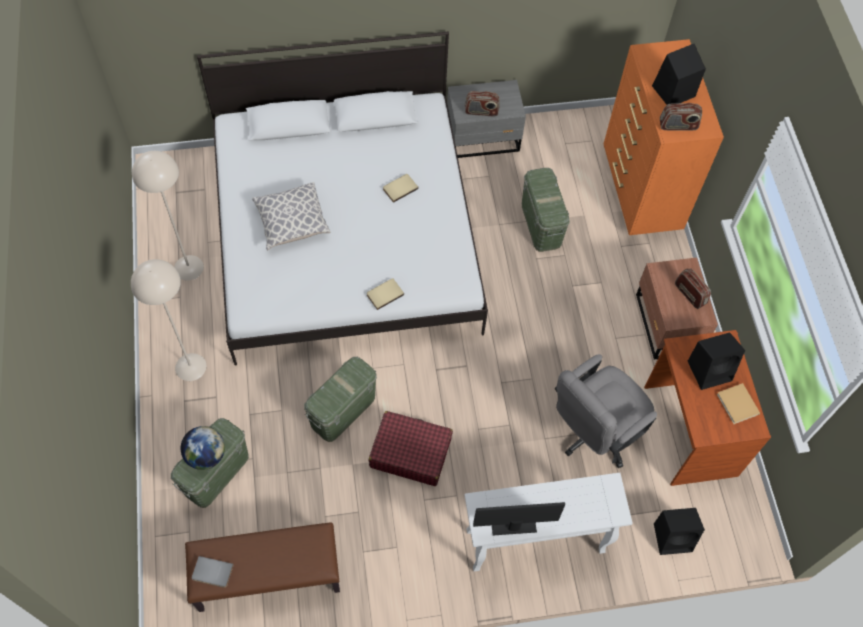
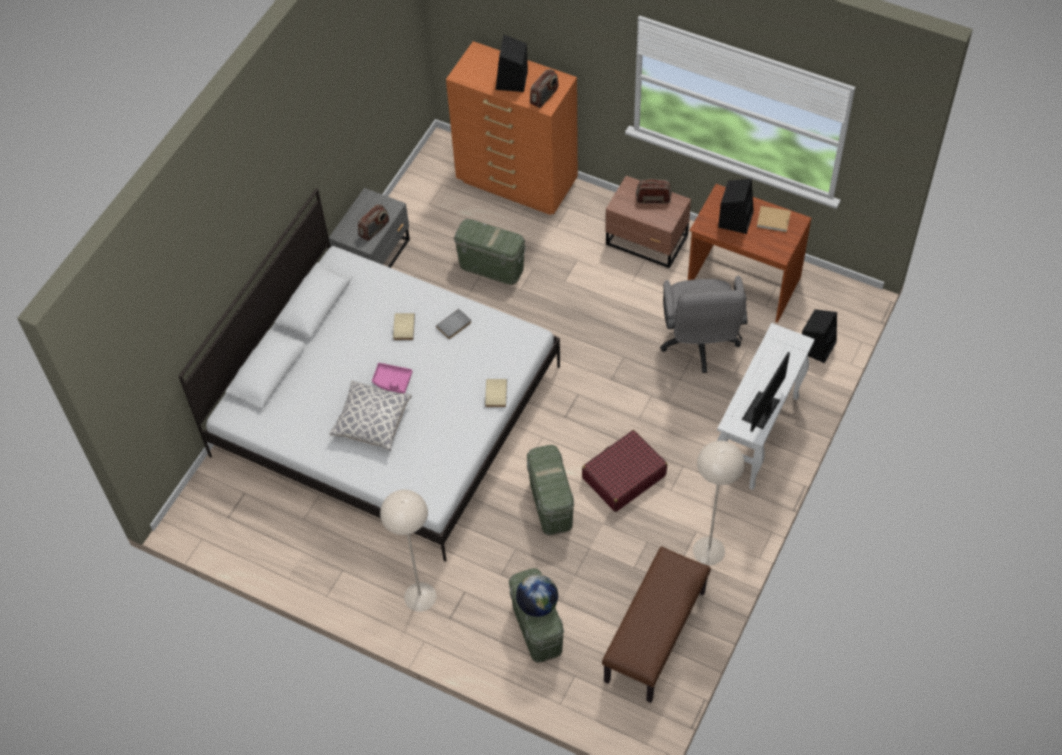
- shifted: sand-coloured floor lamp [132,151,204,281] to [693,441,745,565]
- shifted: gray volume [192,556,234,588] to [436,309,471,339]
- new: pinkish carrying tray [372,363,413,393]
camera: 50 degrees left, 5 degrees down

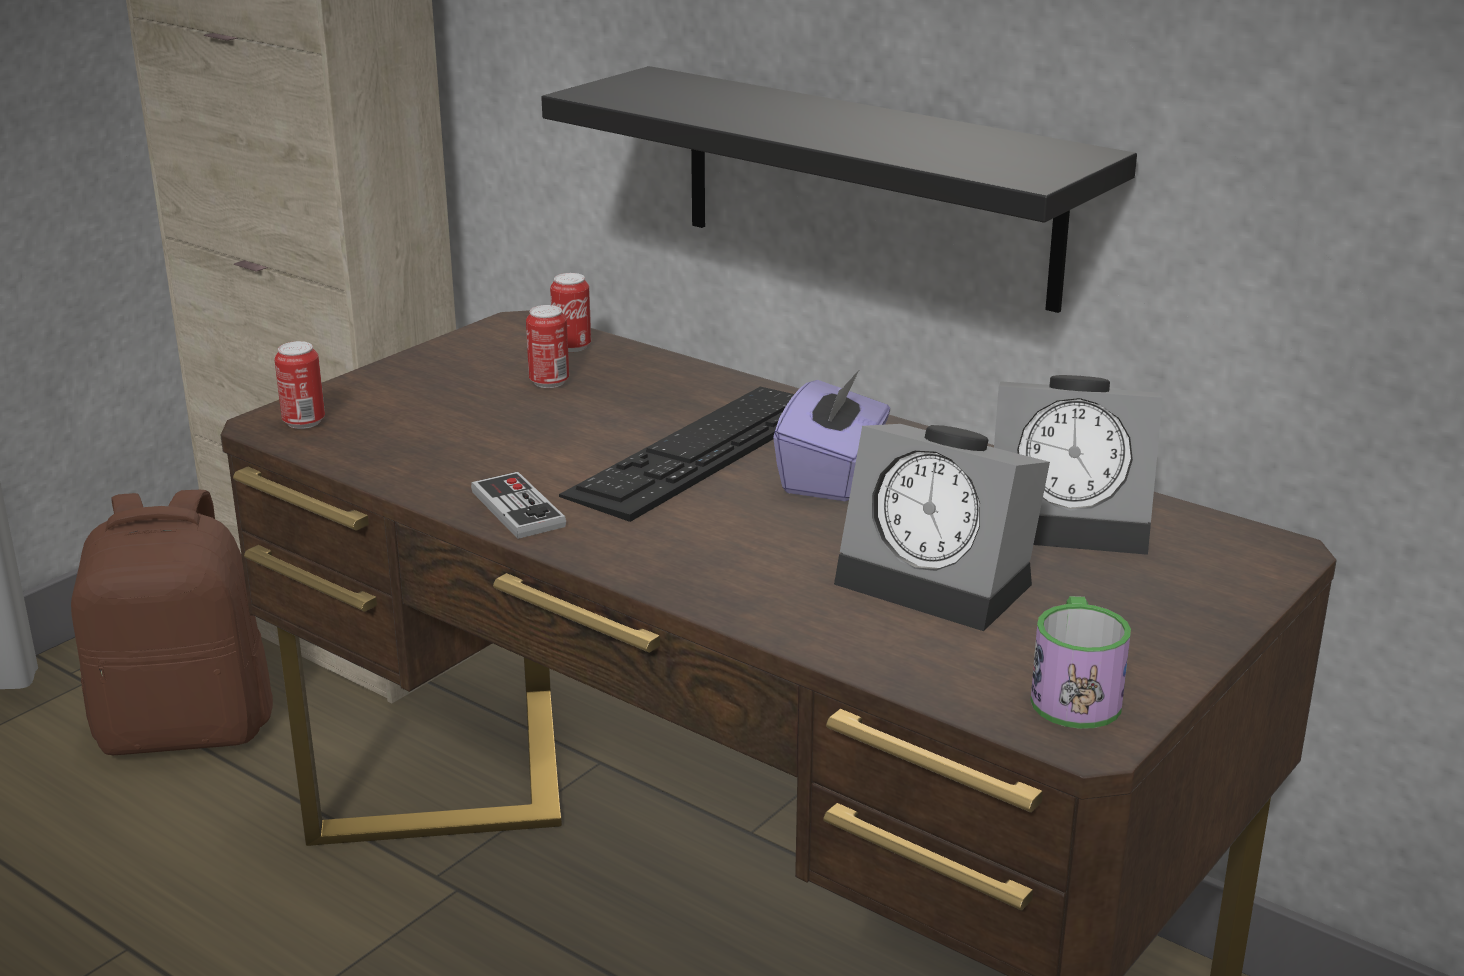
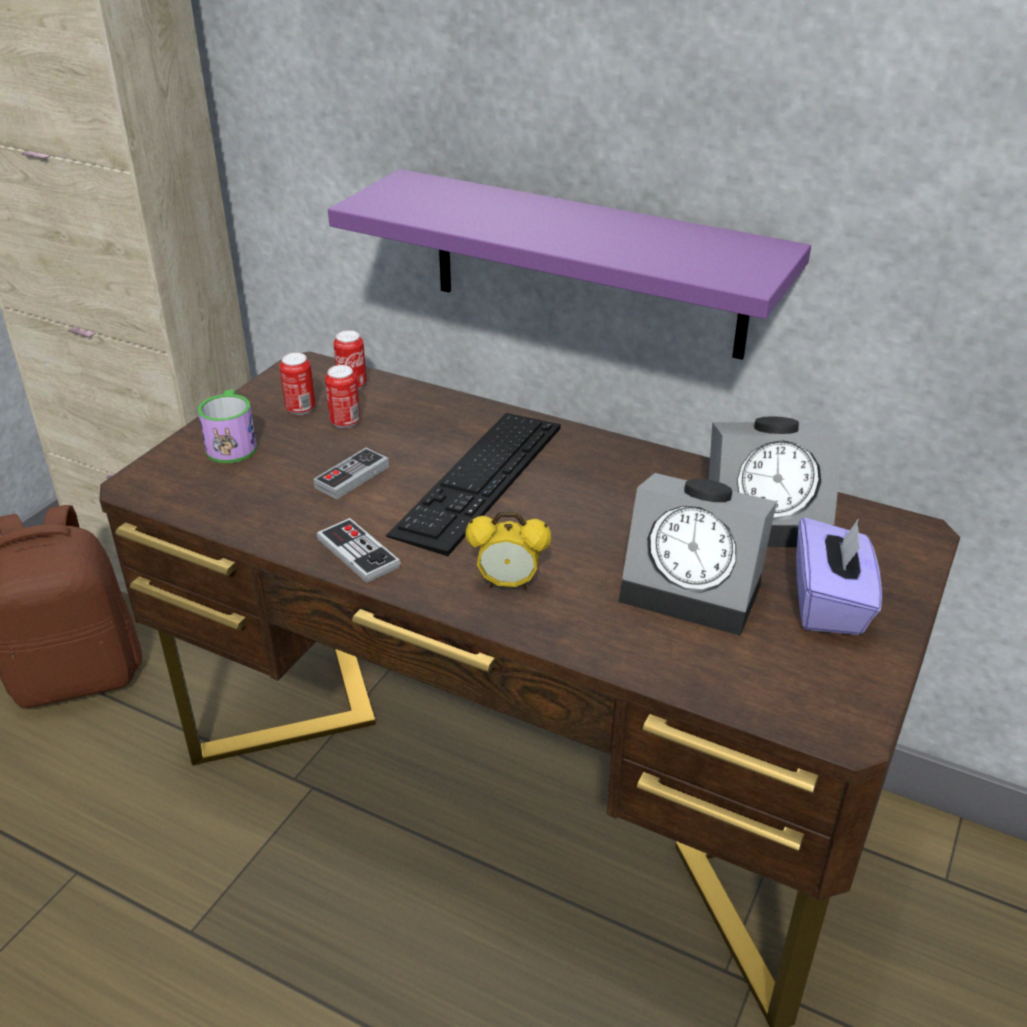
- repainted: black-coloured shelf [541,66,1137,313] to purple shelf [328,169,811,360]
- shifted: sealed can [274,341,325,429] to [279,353,315,415]
- shifted: purple box of tissues [773,369,890,502] to [796,517,882,635]
- shifted: tea mug [1030,596,1131,729] to [198,390,257,463]
- new: gamepad [313,448,389,499]
- new: bedside clock [465,512,551,590]
camera: 10 degrees left, 10 degrees up

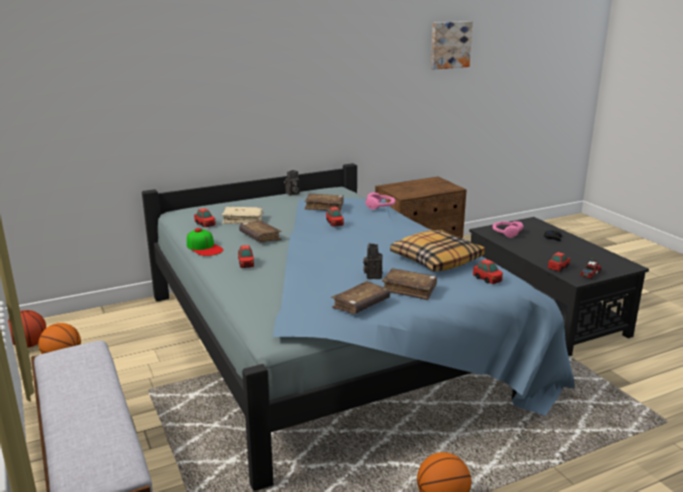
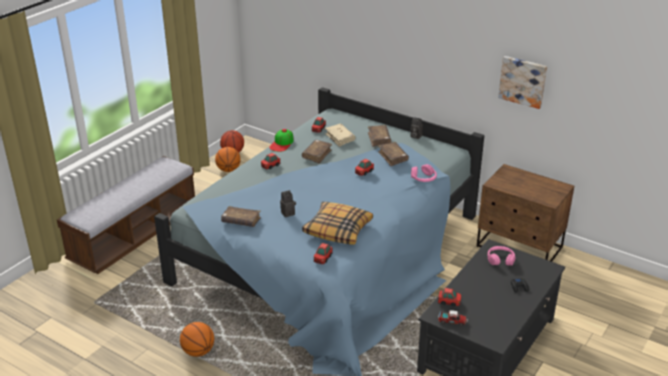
- shifted: wall picture [431,21,473,70] to [498,56,547,109]
- shifted: brownish volume [382,268,437,300] to [368,125,391,147]
camera: 60 degrees right, 10 degrees up

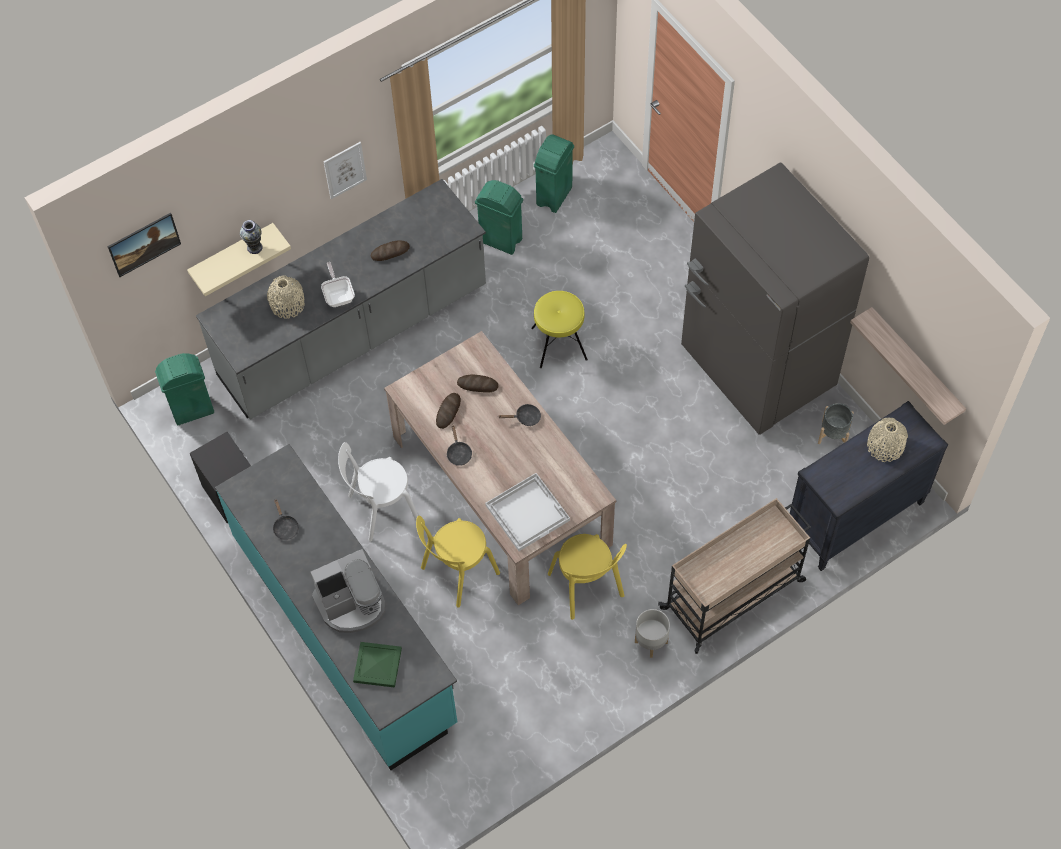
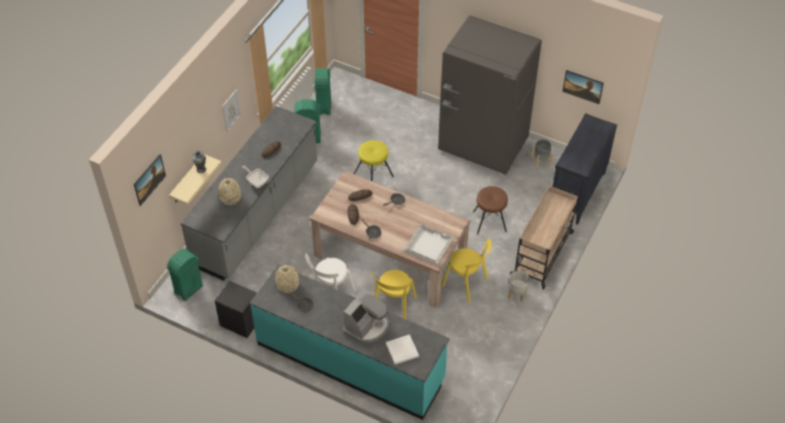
- swapped: shelf [850,307,966,425] to wall picture [562,70,604,104]
- shifted: sand-coloured decorative vase [867,418,908,462] to [275,265,299,293]
- repainted: green-coloured carrying tray [353,642,402,688] to white carrying tray [386,335,419,364]
- new: brownish stool seat [473,186,508,234]
camera: 30 degrees left, 10 degrees down

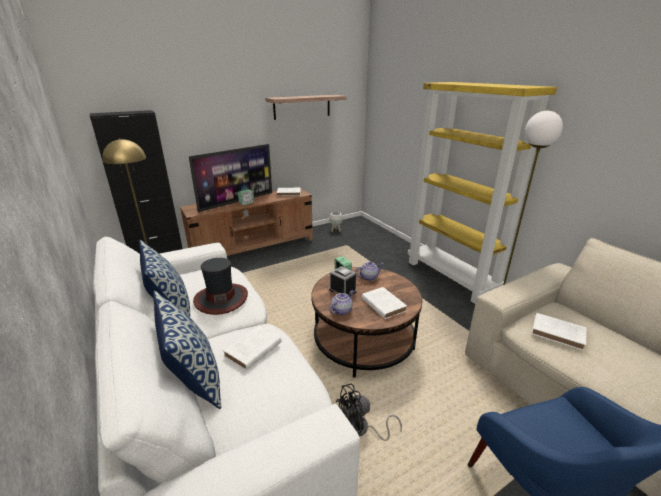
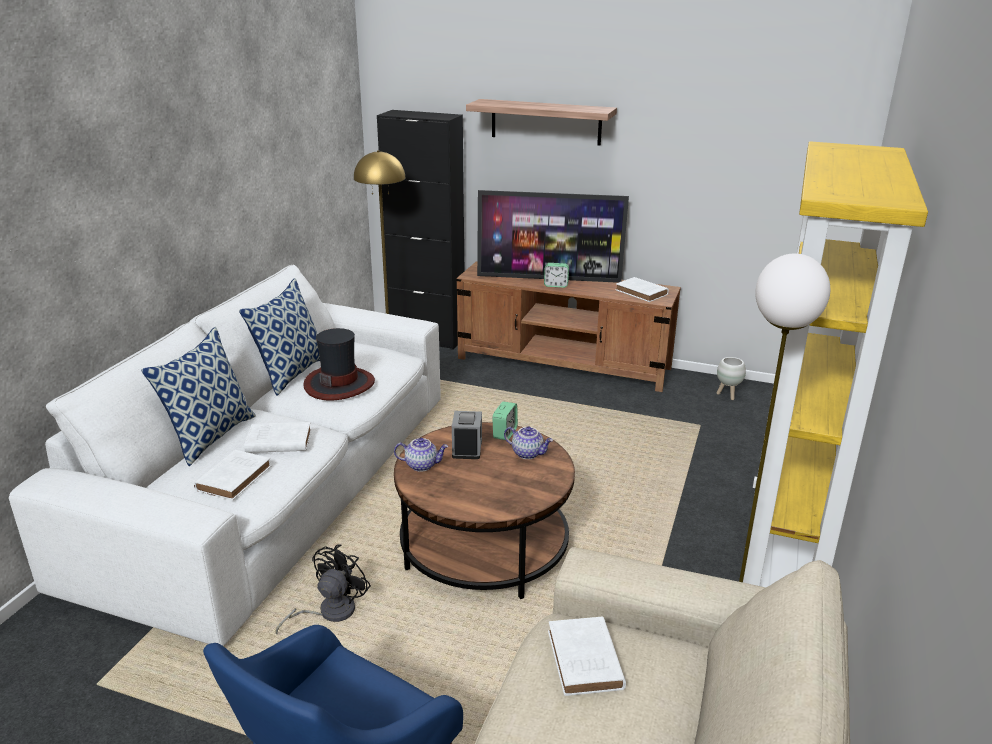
- shifted: shelf [265,95,346,120] to [466,99,617,145]
- shifted: white volume [362,287,407,319] to [194,450,271,500]
- rotated: black-coloured electric fan [336,384,402,441] = [276,544,371,634] 90 degrees clockwise
camera: 50 degrees right, 0 degrees up

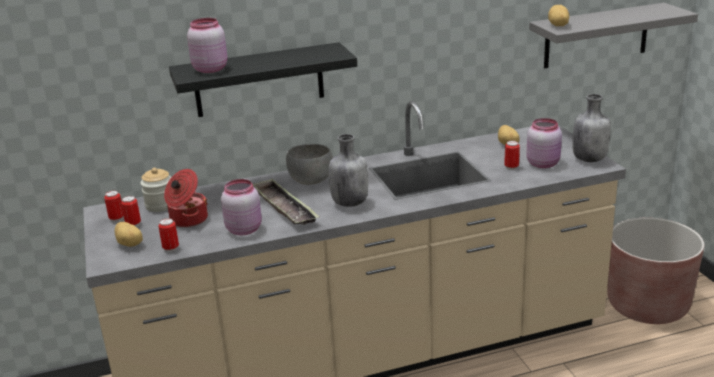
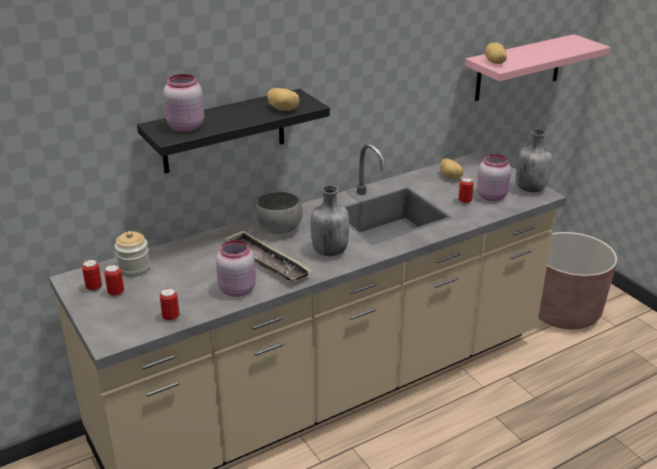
- repainted: gray shelf [529,3,698,68] to pinkish shelf [465,34,611,101]
- gone: cooking pot [164,169,208,228]
- shifted: potato [115,222,143,247] to [267,88,300,111]
camera: 15 degrees left, 5 degrees up

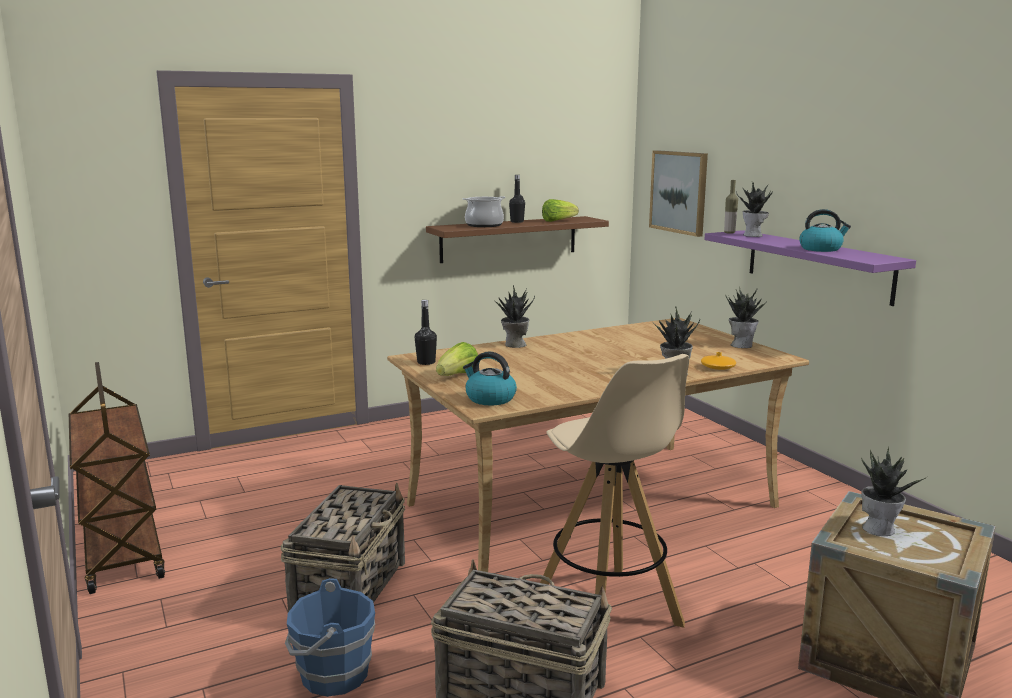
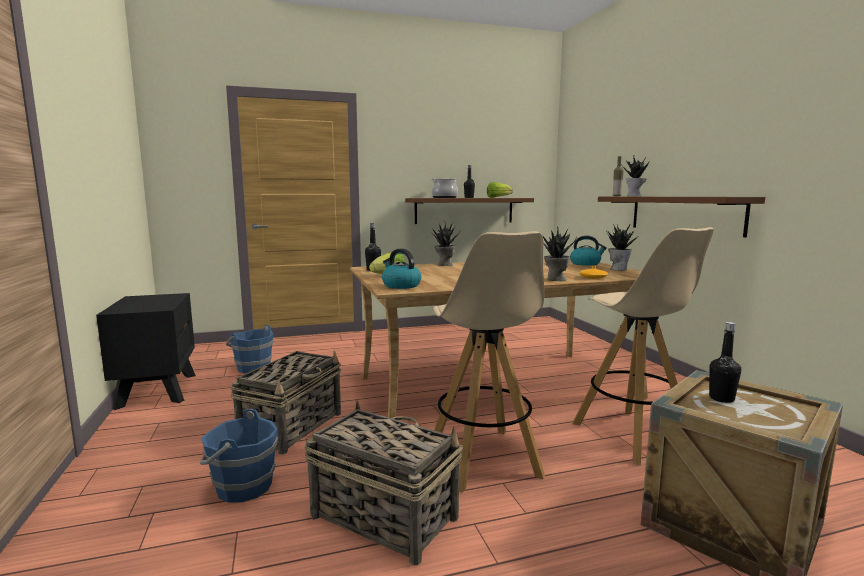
- gone: wall picture [649,150,708,237]
- shifted: kettle [799,209,851,252] to [570,236,607,266]
- repainted: purple shelf [704,230,916,306] to brownish shelf [598,197,765,237]
- swapped: brownish trolley [69,362,165,594] to black-coloured nightstand [96,293,196,410]
- swapped: plant in a pot [861,448,927,536] to black-coloured beverage bottle [709,322,741,403]
- new: sand-coloured stool seat [573,227,714,465]
- new: bluish bucket [226,325,273,373]
camera: 10 degrees right, 5 degrees down

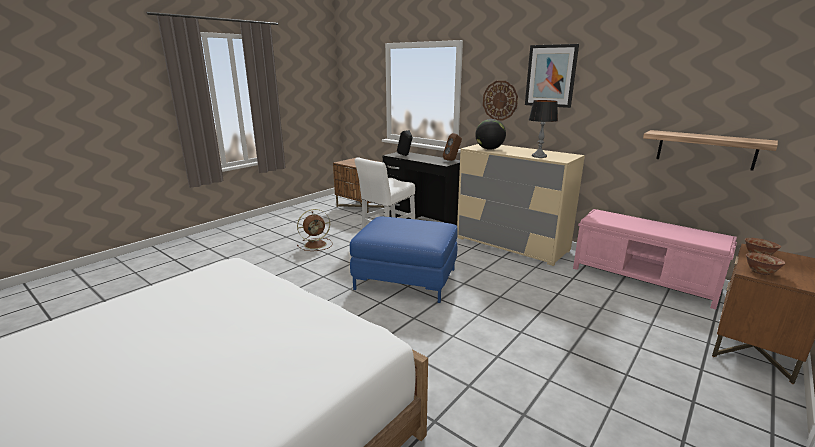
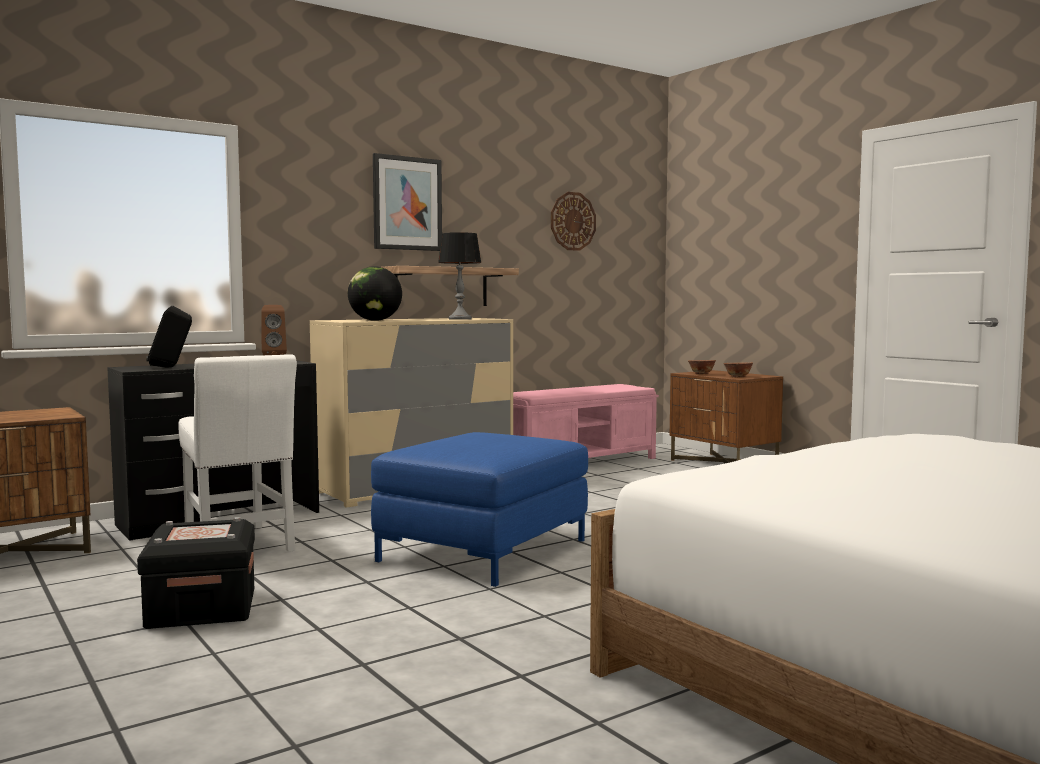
- shifted: wall clock [483,81,518,121] to [551,192,596,251]
- shifted: shelf [643,130,778,170] to [382,266,519,306]
- swapped: brownish electric fan [297,209,333,251] to black-coloured storage box [137,517,255,629]
camera: 75 degrees left, 15 degrees down

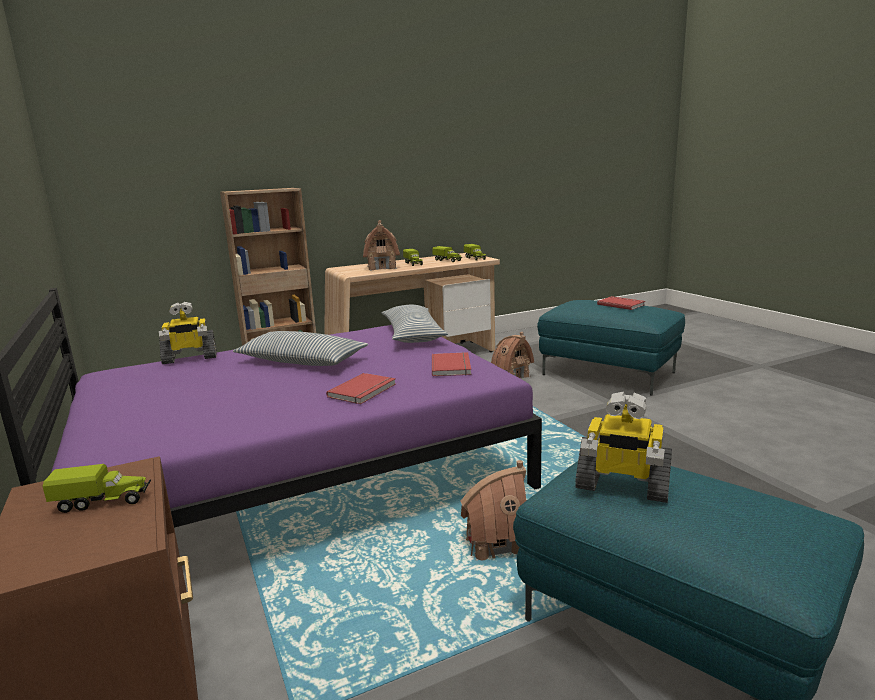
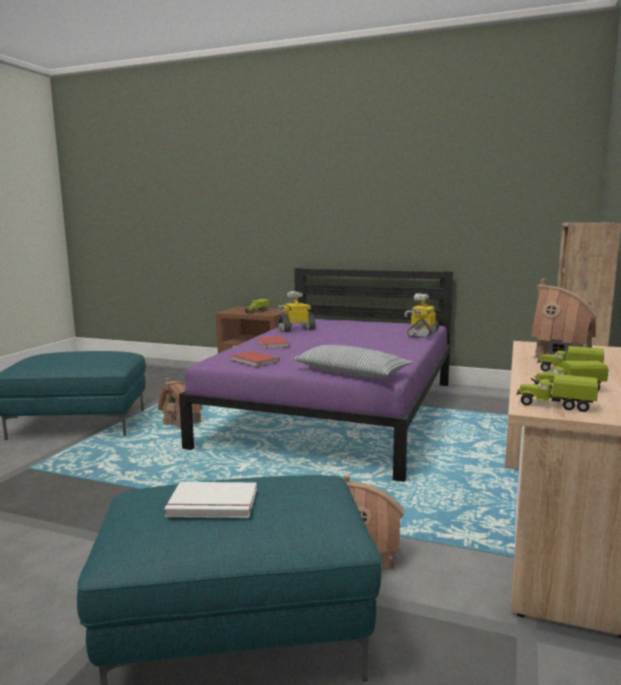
- repainted: red volume [597,296,645,310] to white volume [164,482,257,518]
- gone: pillow [233,331,368,366]
- shifted: toy robot [575,391,672,503] to [278,291,316,332]
camera: 135 degrees right, 5 degrees down

